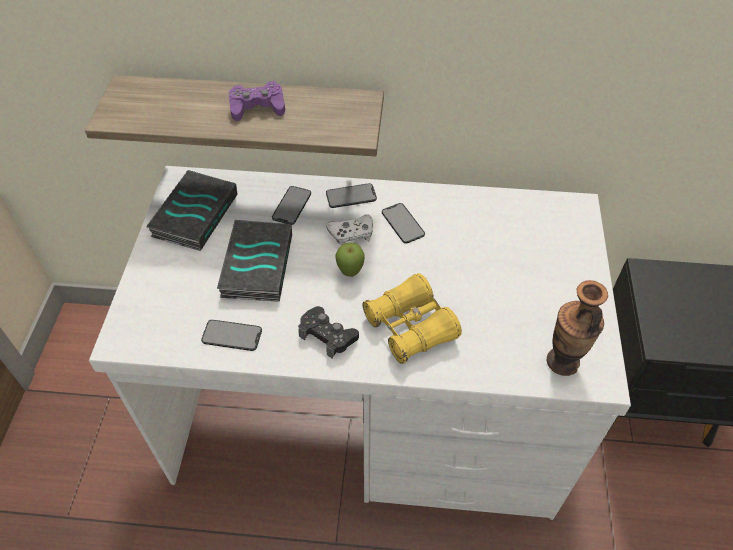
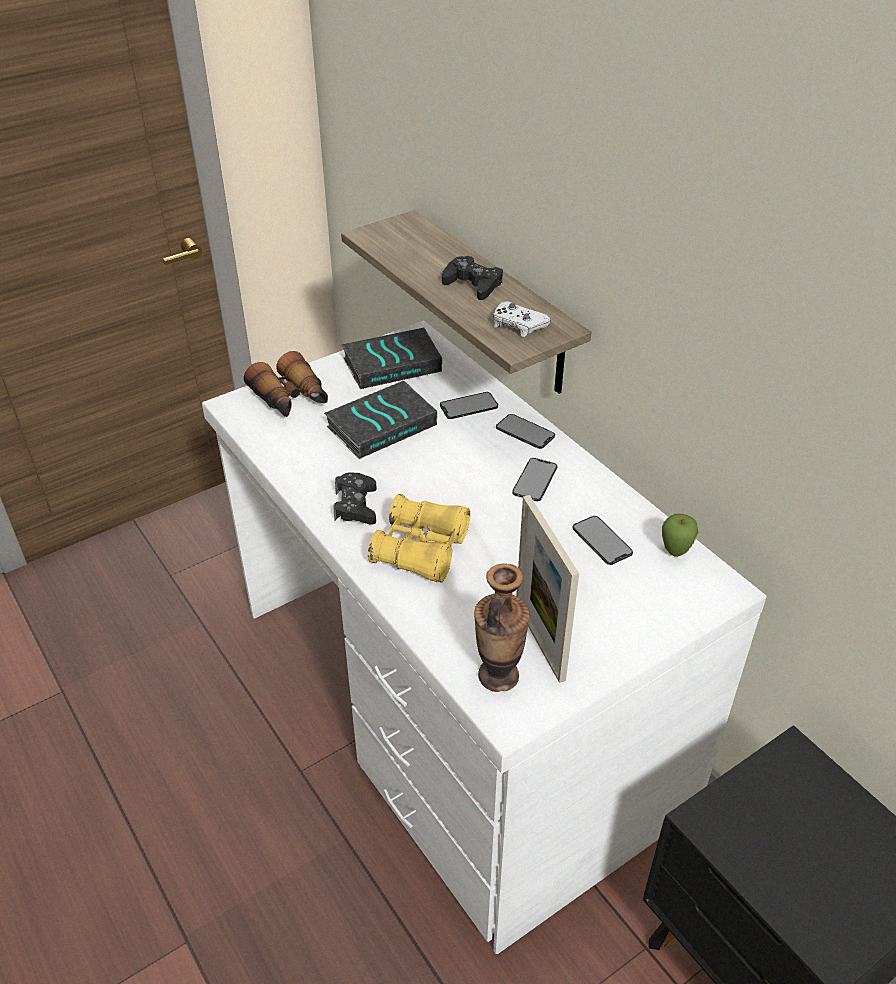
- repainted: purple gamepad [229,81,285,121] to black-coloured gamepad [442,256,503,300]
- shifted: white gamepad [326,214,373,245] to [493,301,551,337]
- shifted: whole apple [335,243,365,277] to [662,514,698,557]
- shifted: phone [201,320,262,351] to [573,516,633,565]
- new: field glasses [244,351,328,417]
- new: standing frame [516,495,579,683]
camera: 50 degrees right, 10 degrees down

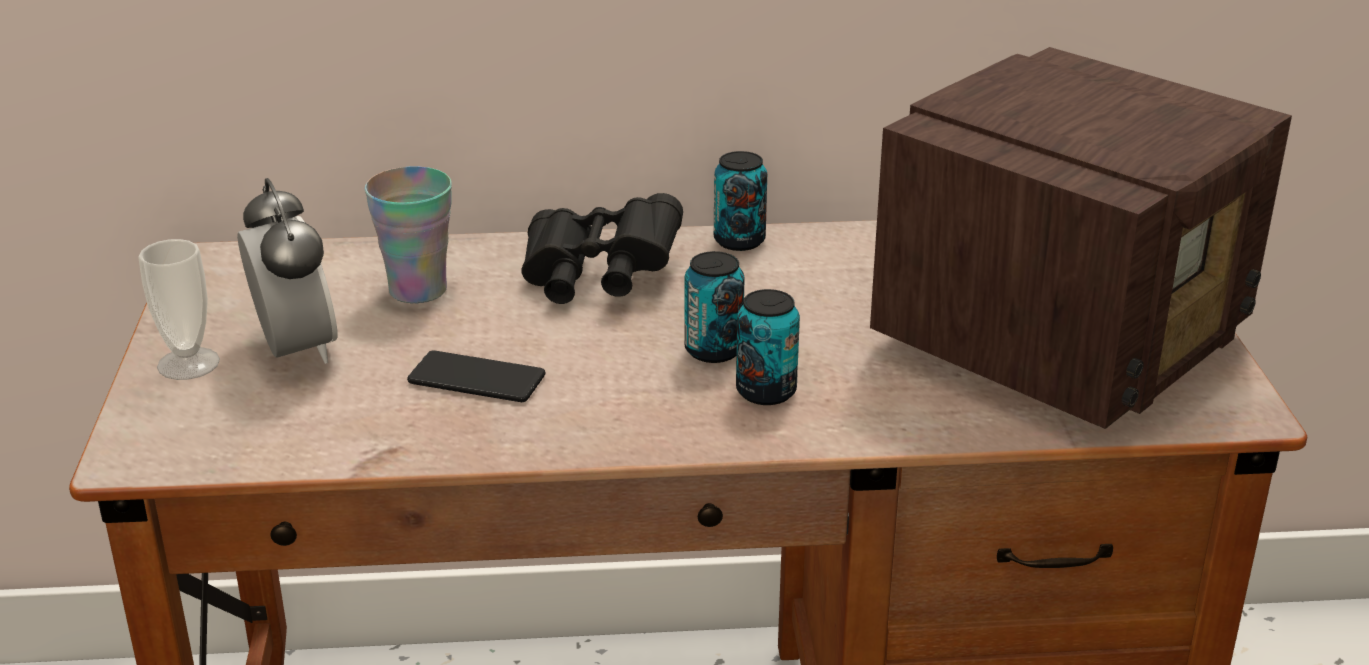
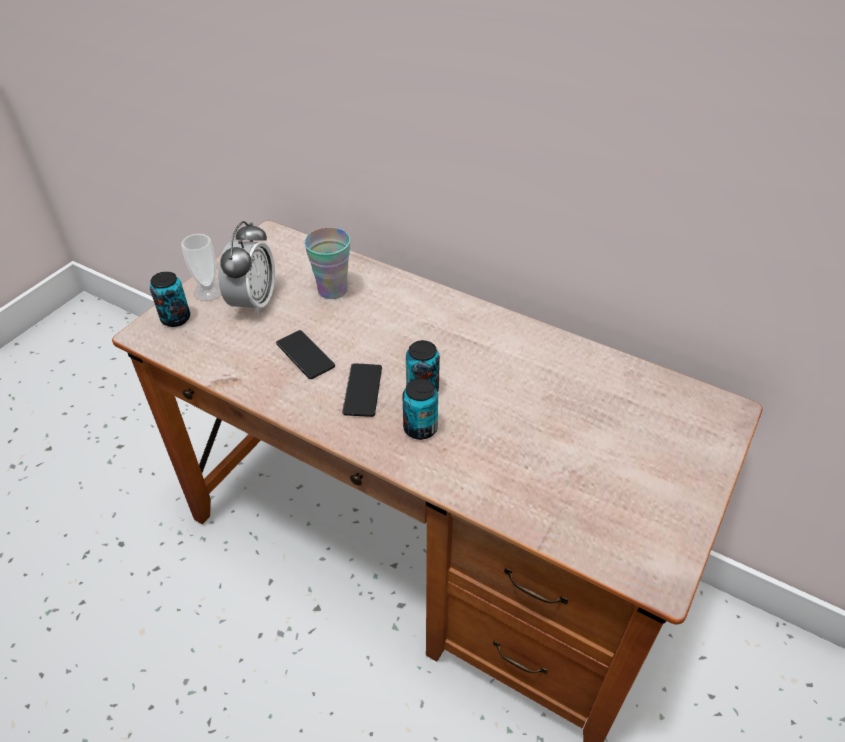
- gone: radio [870,47,1292,429]
- shifted: sealed can [714,151,767,251] to [150,271,190,327]
- gone: black-coloured field glasses [521,193,683,304]
- new: phone [342,363,382,417]
camera: 35 degrees right, 15 degrees up

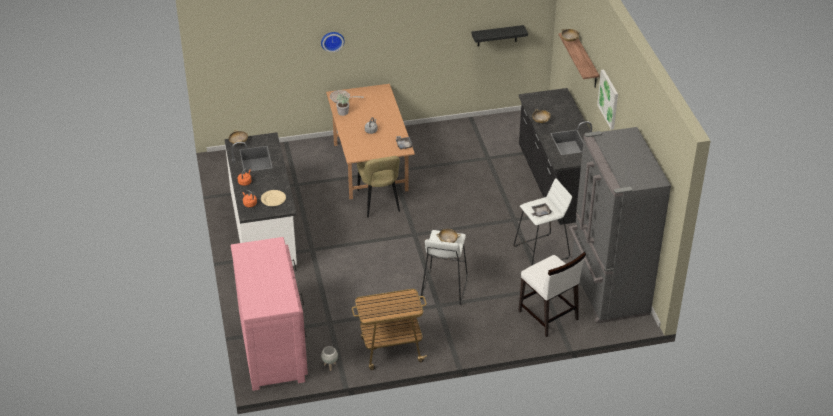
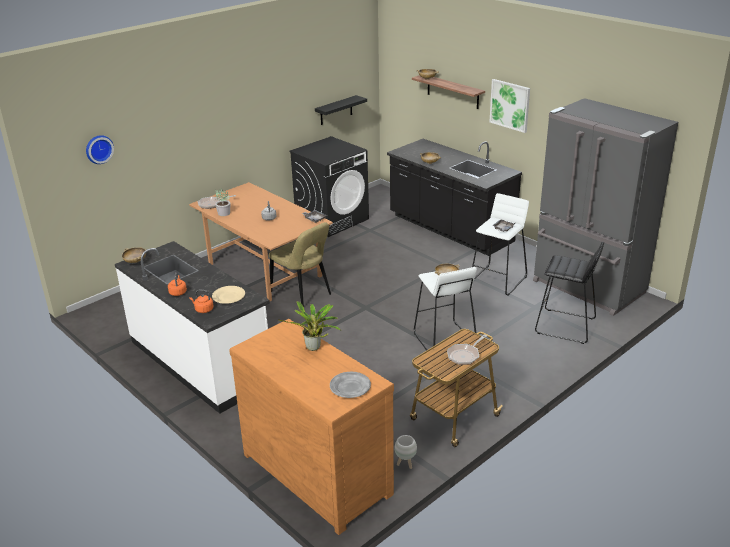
- shifted: wall clock [321,32,344,52] to [86,135,114,164]
- repainted: pinkish chest of drawers [231,237,308,391] to brownish chest of drawers [229,319,394,535]
- swapped: white upright chair [518,252,586,337] to black-coloured stool seat [535,242,604,344]
- new: black-coloured laundry machine [289,136,369,237]
- new: plant in a pot [279,301,340,351]
- new: pan [447,334,487,365]
- new: gray flat dish [330,372,371,398]
camera: 30 degrees left, 10 degrees down

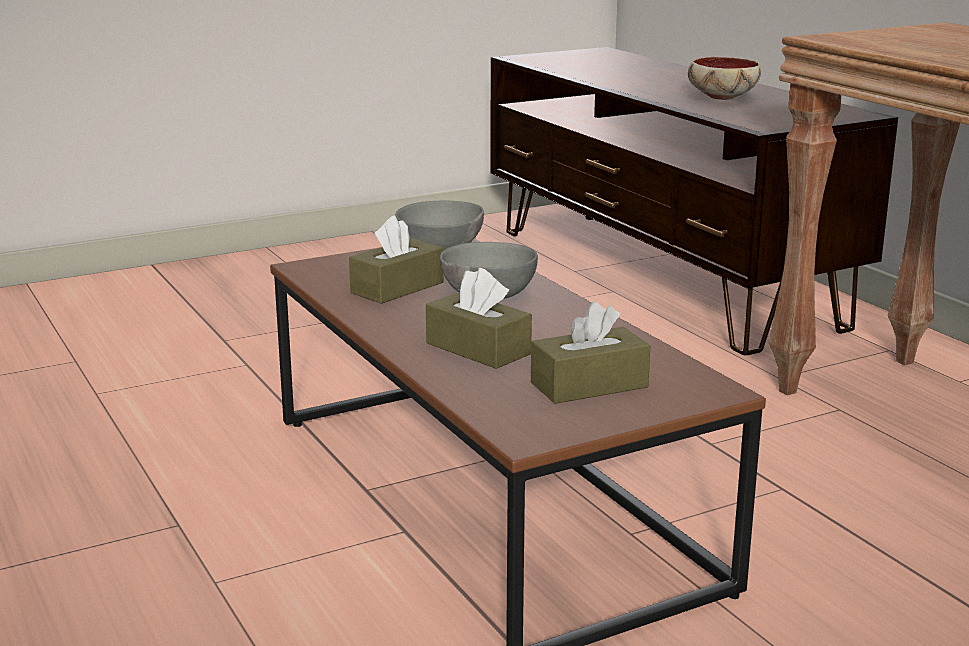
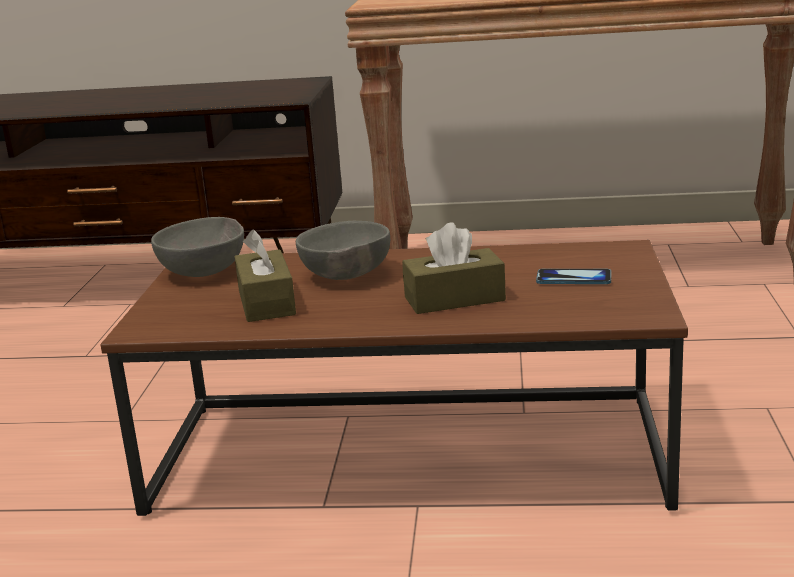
- gone: bowl [688,57,761,100]
- swapped: brownish box of tissues [531,302,651,404] to phone [536,269,611,284]
camera: 55 degrees left, 0 degrees up

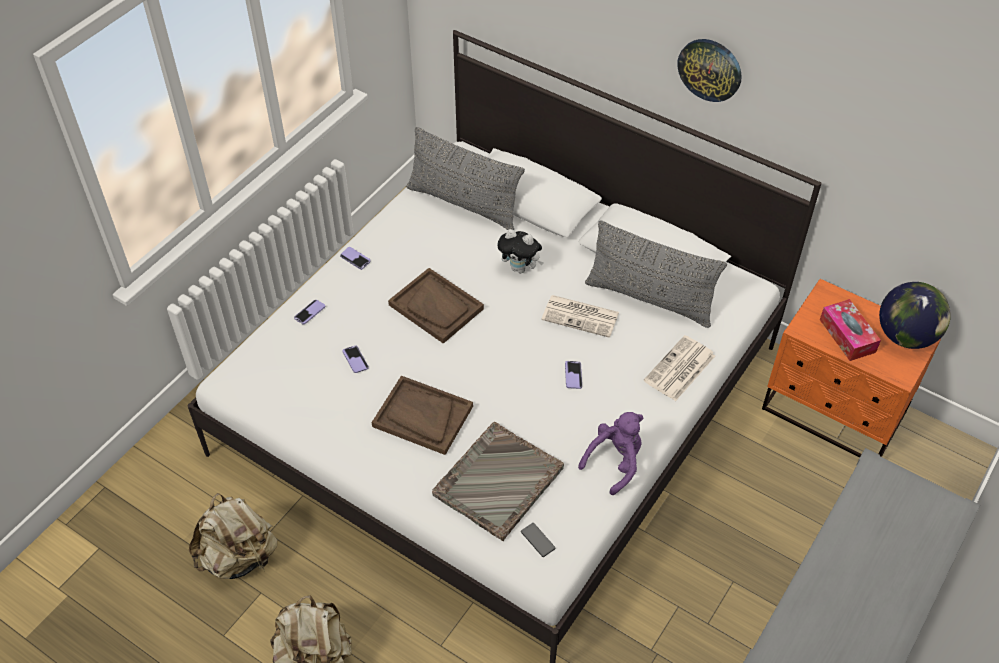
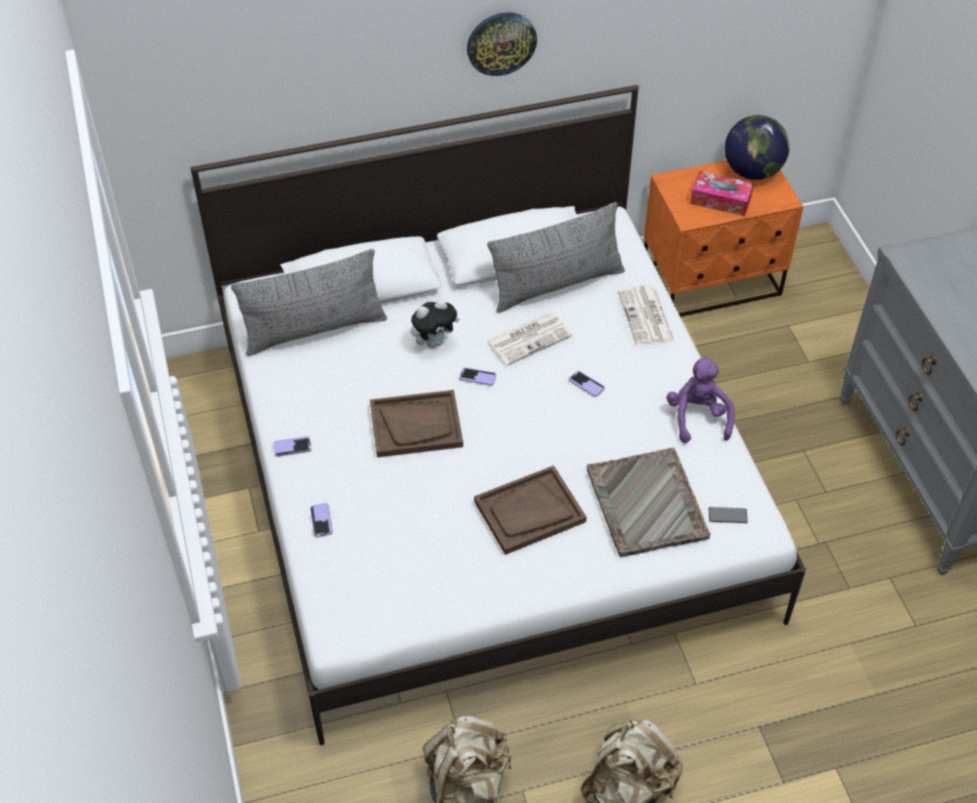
- shifted: phone [343,345,368,373] to [459,368,496,386]
camera: 50 degrees left, 0 degrees up

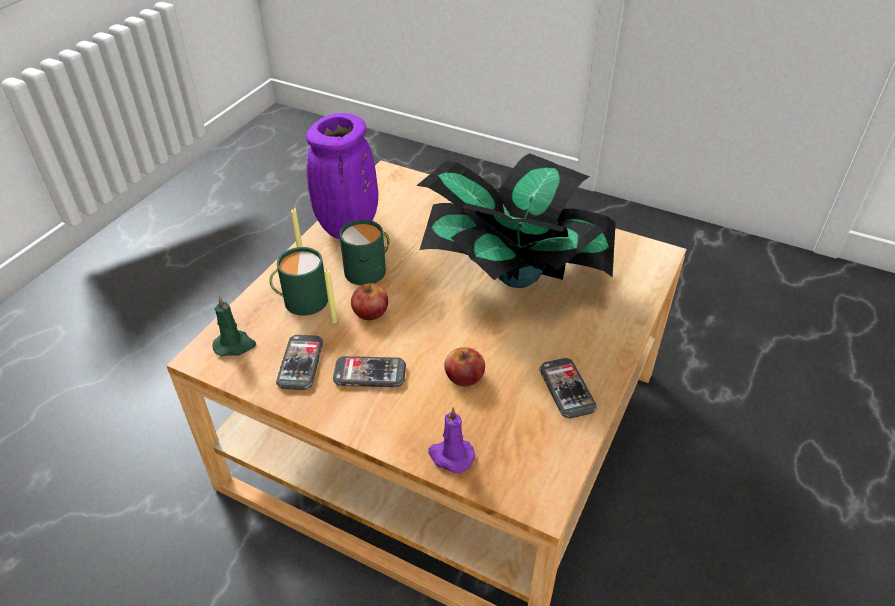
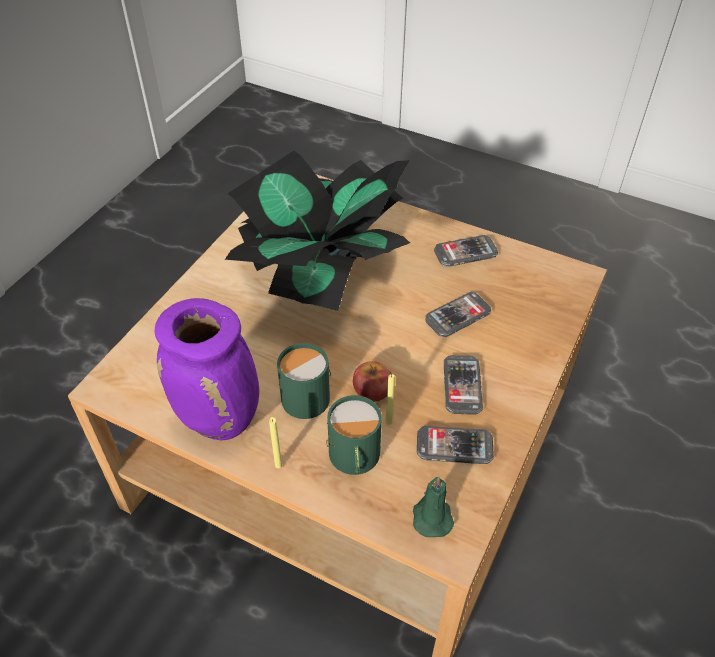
- swapped: whole apple [444,347,485,386] to phone [425,292,491,337]
- gone: purple candle [428,408,475,473]
camera: 90 degrees left, 5 degrees up

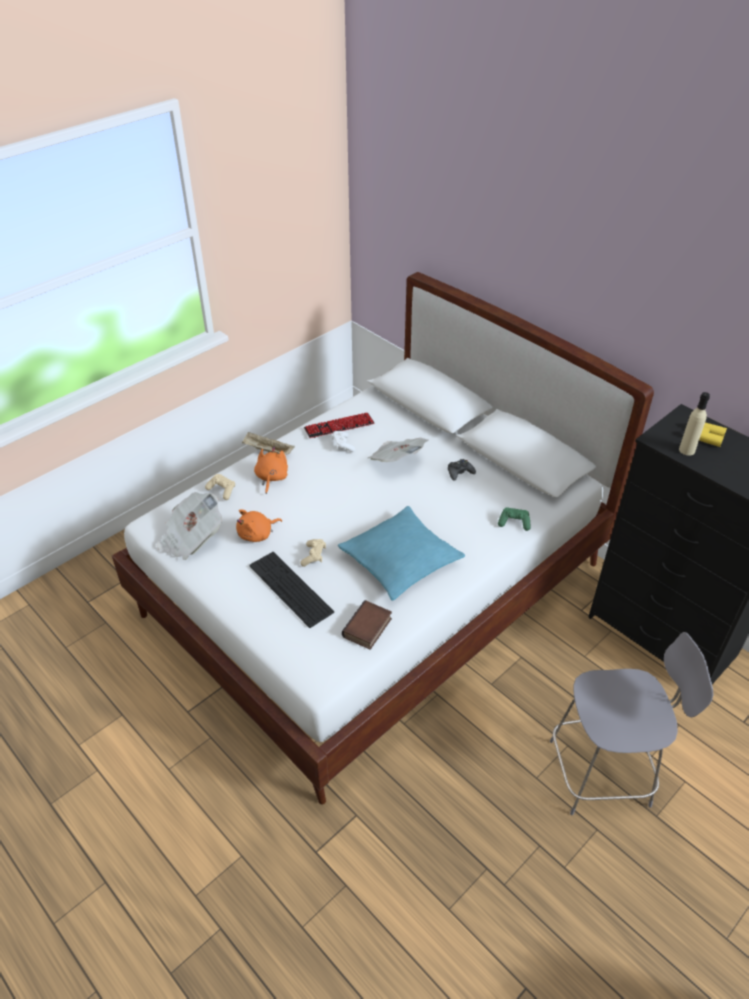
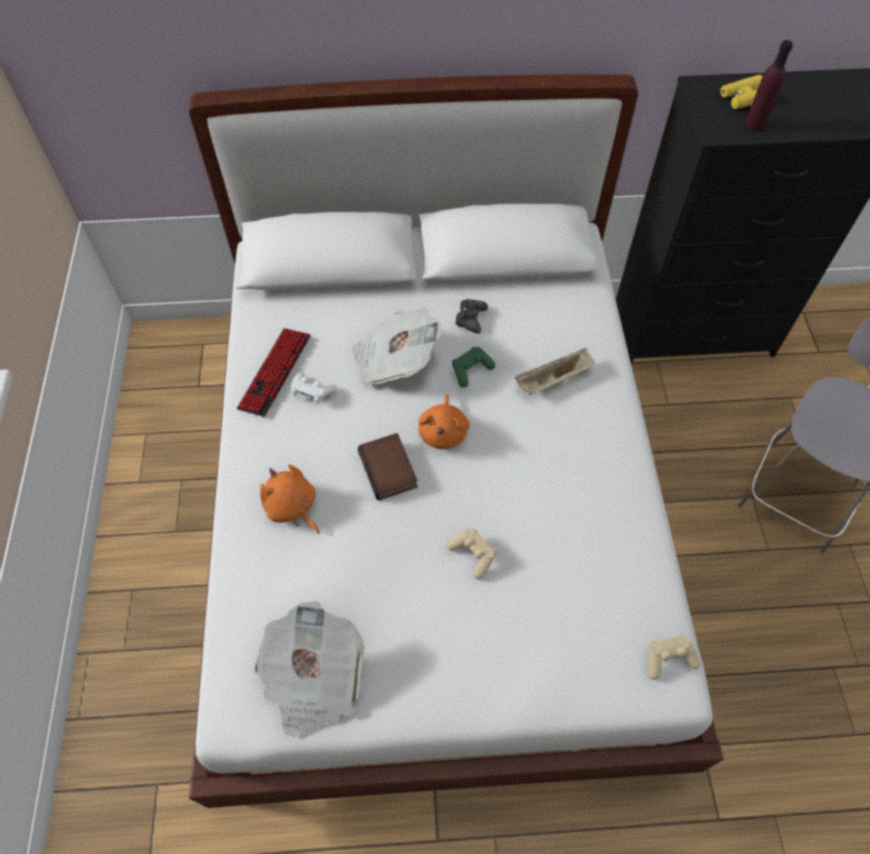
- repainted: sand-coloured beverage bottle [679,392,710,456] to purple beverage bottle [745,40,793,131]
- shifted: sand-coloured carrying tray [242,432,295,455] to [515,348,595,395]
- shifted: sand-coloured gamepad [205,474,235,500] to [648,634,700,680]
- gone: turquoise-coloured pillow [338,506,465,601]
- shifted: green-coloured gamepad [498,507,531,531] to [452,347,495,388]
- shifted: orangey cuddly toy [236,509,282,542] to [419,395,470,449]
- gone: computer keyboard [249,552,334,628]
- shifted: volume [342,600,392,650] to [358,433,417,501]
camera: 50 degrees left, 15 degrees up

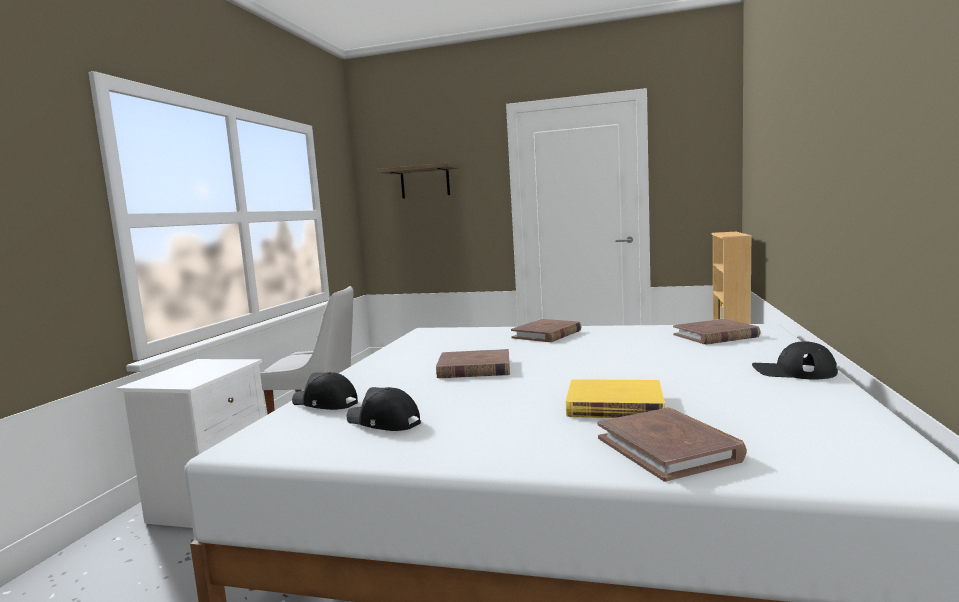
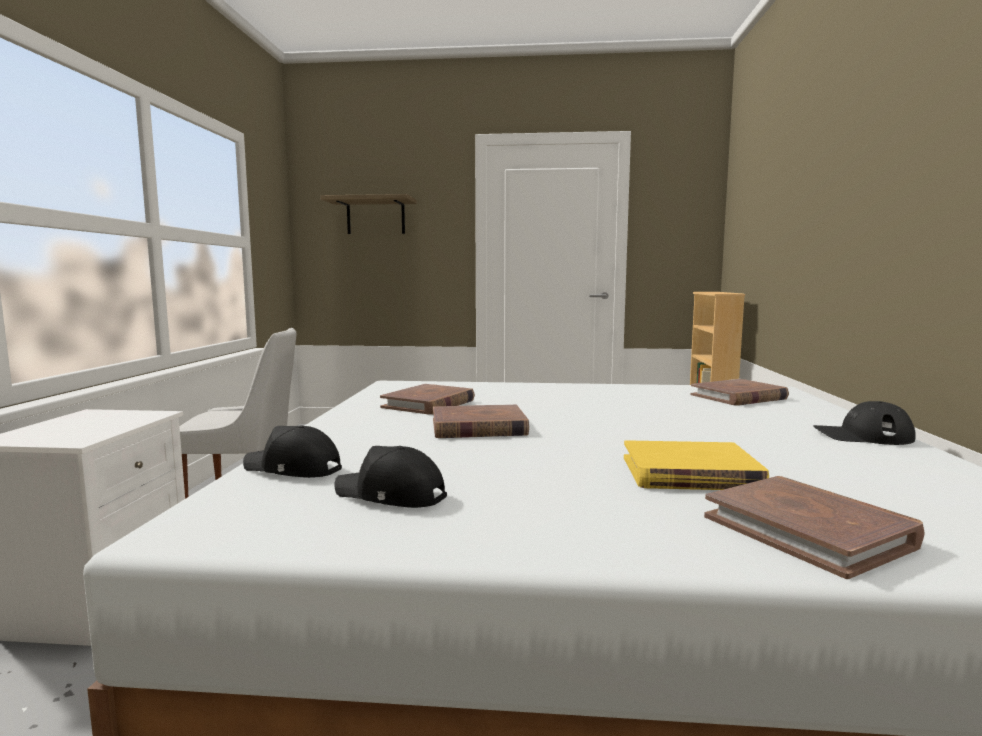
- shifted: brownish volume [511,319,582,342] to [380,384,475,415]
camera: 10 degrees left, 0 degrees up

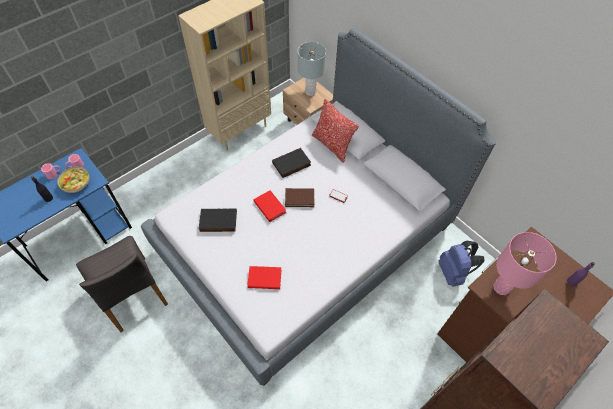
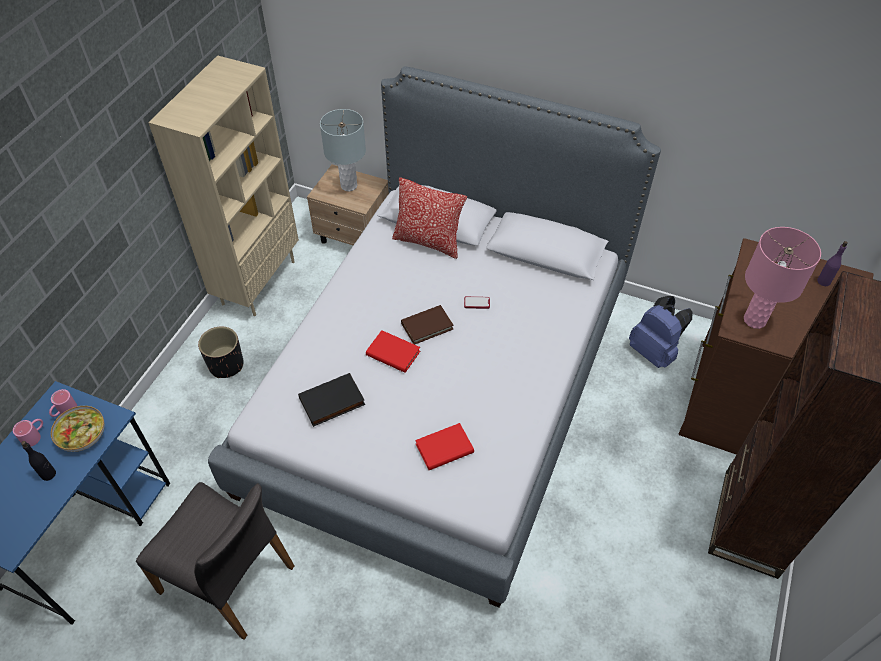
- gone: black-coloured volume [272,148,311,178]
- new: black-coloured flower pot [198,326,243,378]
camera: 25 degrees left, 5 degrees down

